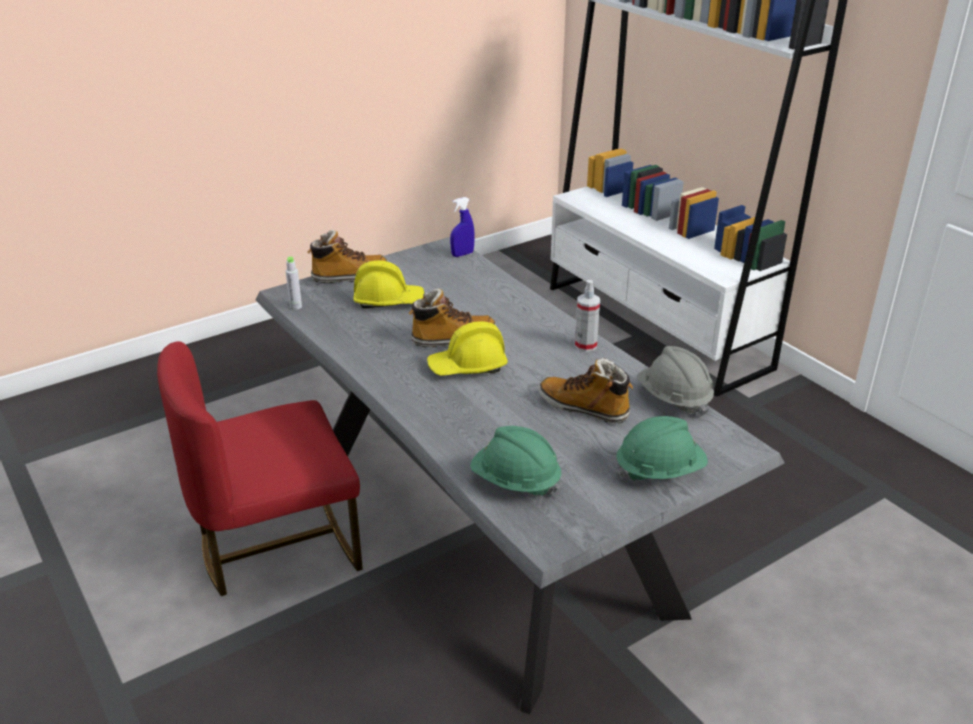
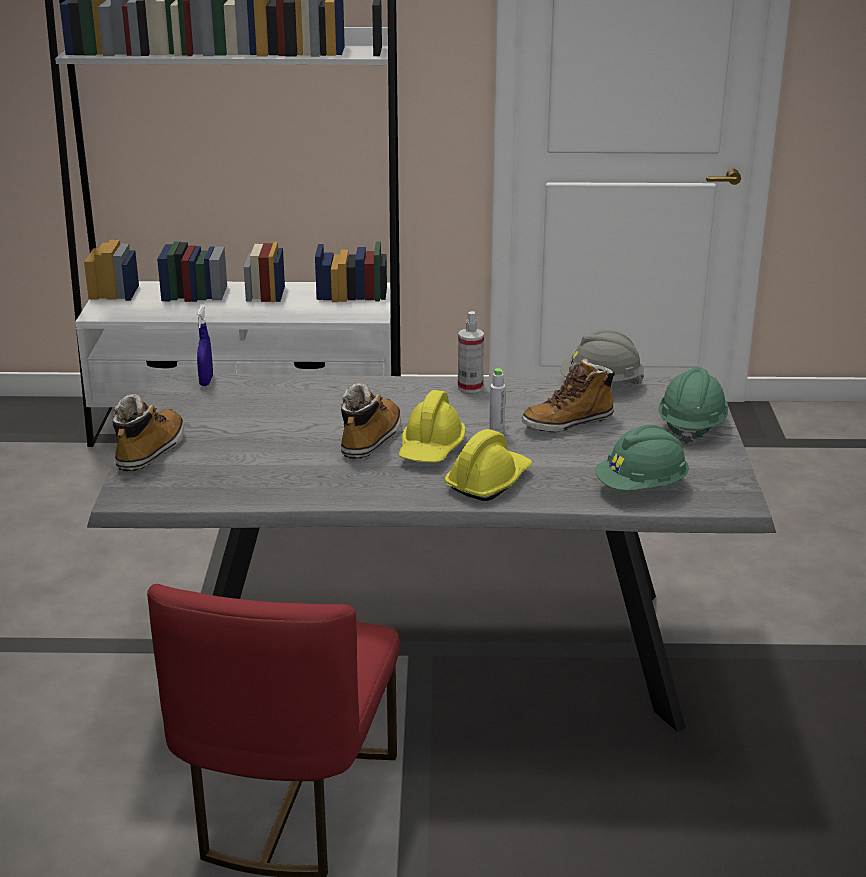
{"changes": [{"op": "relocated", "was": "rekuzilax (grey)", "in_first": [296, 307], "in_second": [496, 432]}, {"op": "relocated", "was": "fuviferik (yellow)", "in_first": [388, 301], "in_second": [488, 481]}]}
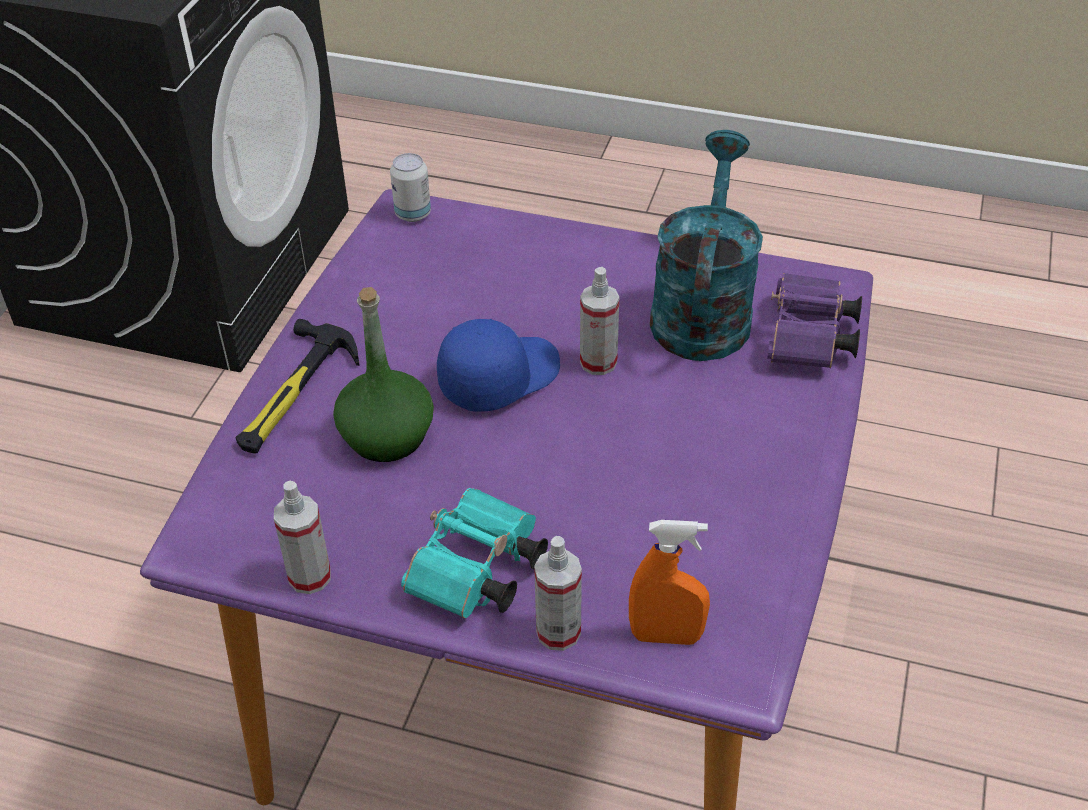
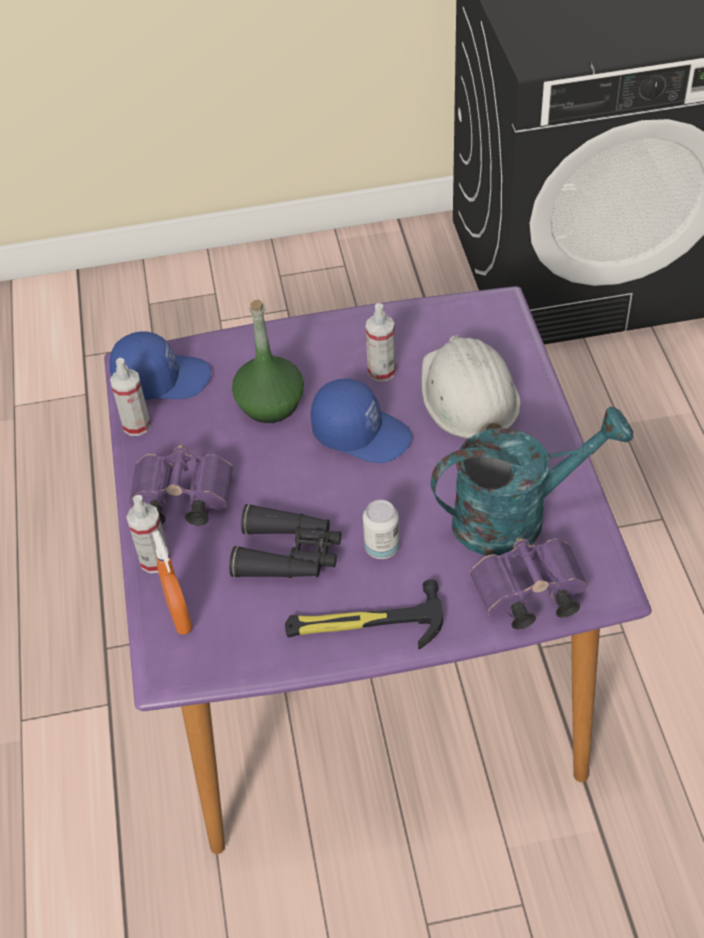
{"changes": [{"op": "relocated", "was": "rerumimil", "in_first": [413, 214], "in_second": [382, 548]}, {"op": "relocated", "was": "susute", "in_first": [598, 362], "in_second": [381, 371]}, {"op": "relocated", "was": "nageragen", "in_first": [294, 393], "in_second": [364, 624]}, {"op": "colour", "was": "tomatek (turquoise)", "now": "tomatek (purple)", "in_first": [476, 574], "in_second": [180, 500]}, {"op": "appeared", "now": "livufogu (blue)", "in_second": [162, 378]}, {"op": "appeared", "now": "fuviferik (white)", "in_second": [467, 395]}, {"op": "appeared", "now": "tomatek (black)", "in_second": [289, 554]}]}
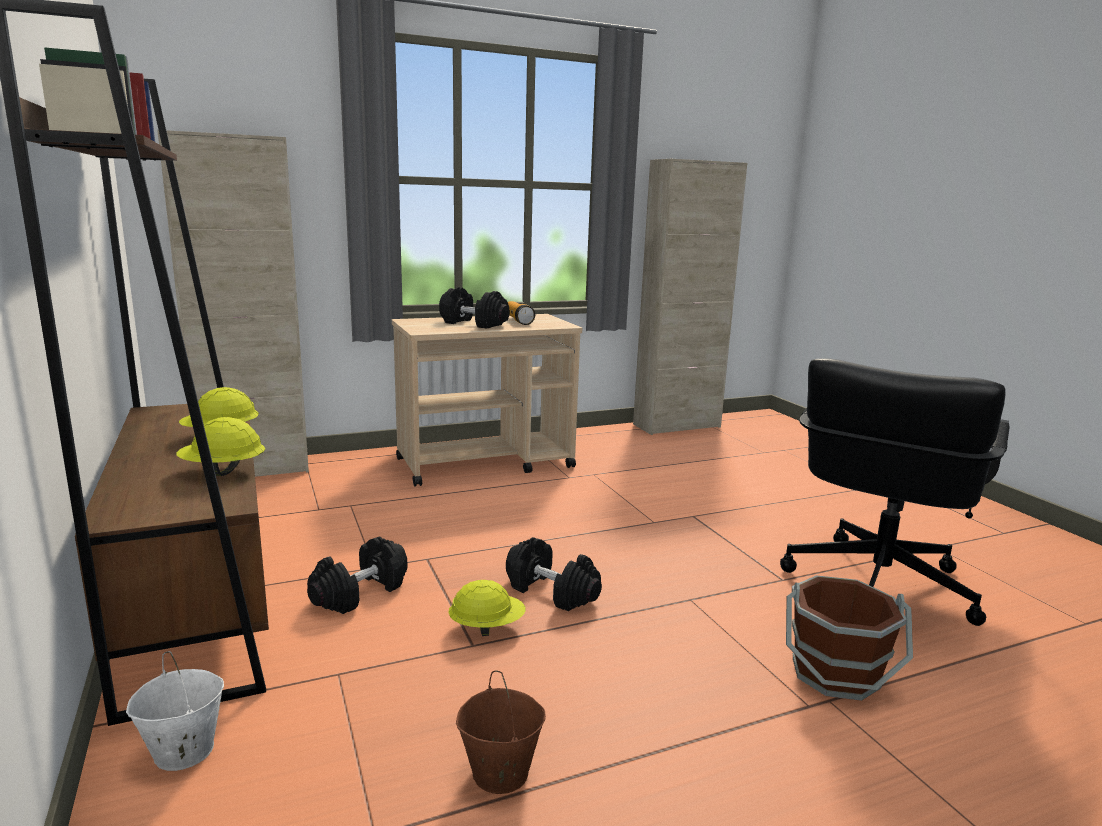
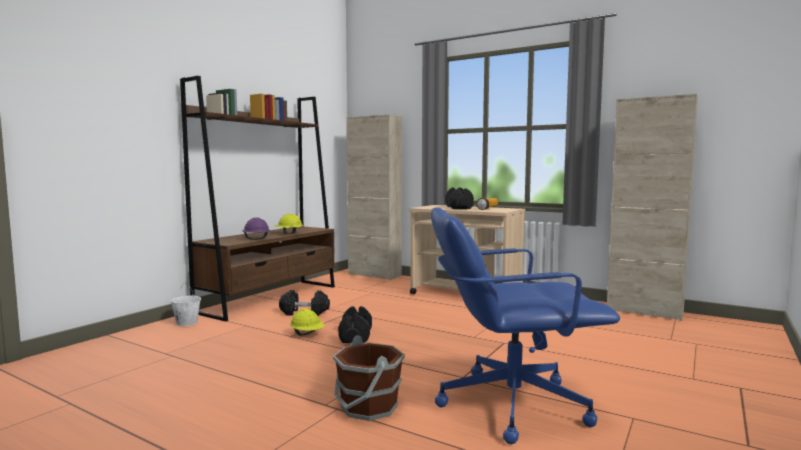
{"changes": [{"op": "colour", "was": "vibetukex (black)", "now": "vibetukex (blue)", "in_first": [876, 585], "in_second": [510, 404]}, {"op": "colour", "was": "fuviferik (yellow)", "now": "fuviferik (purple)", "in_first": [223, 471], "in_second": [255, 239]}, {"op": "missing", "was": "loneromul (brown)", "in_first": [499, 773]}]}
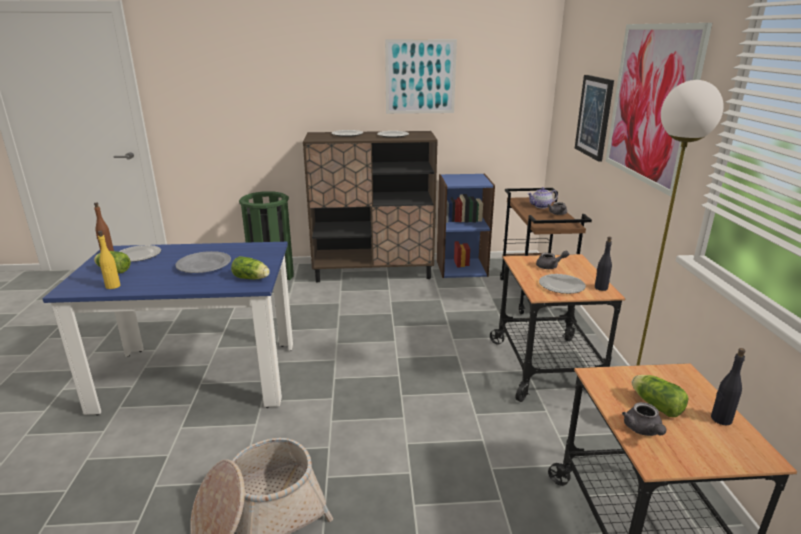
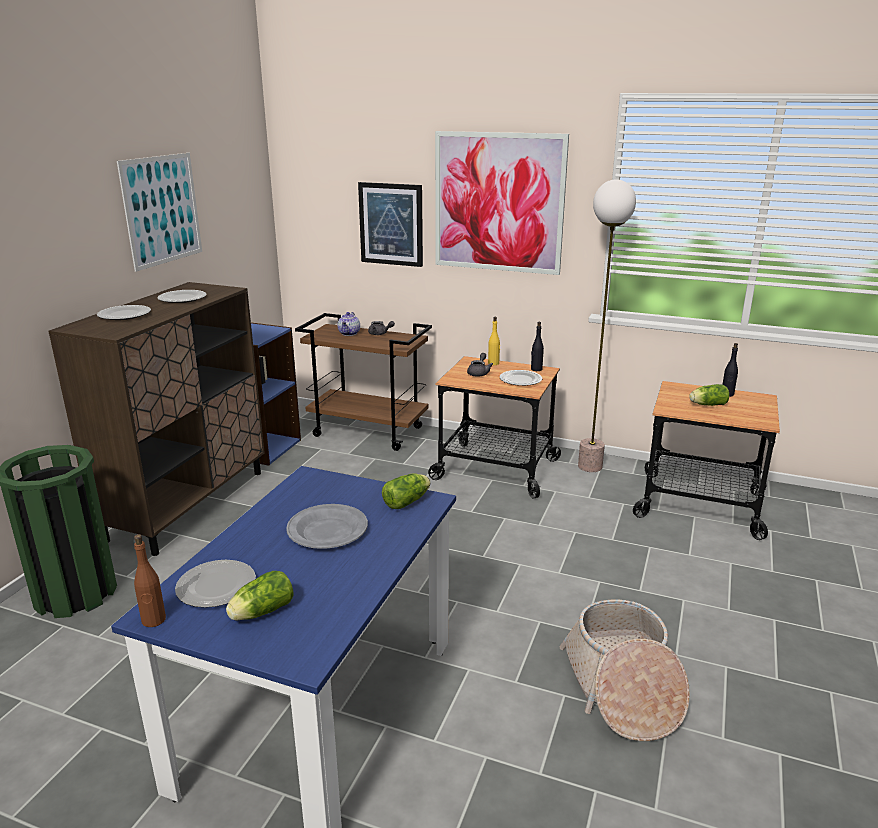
{"changes": [{"op": "relocated", "was": "rekuzilax (yellow)", "in_first": [113, 286], "in_second": [493, 363]}, {"op": "missing", "was": "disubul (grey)", "in_first": [643, 430]}]}
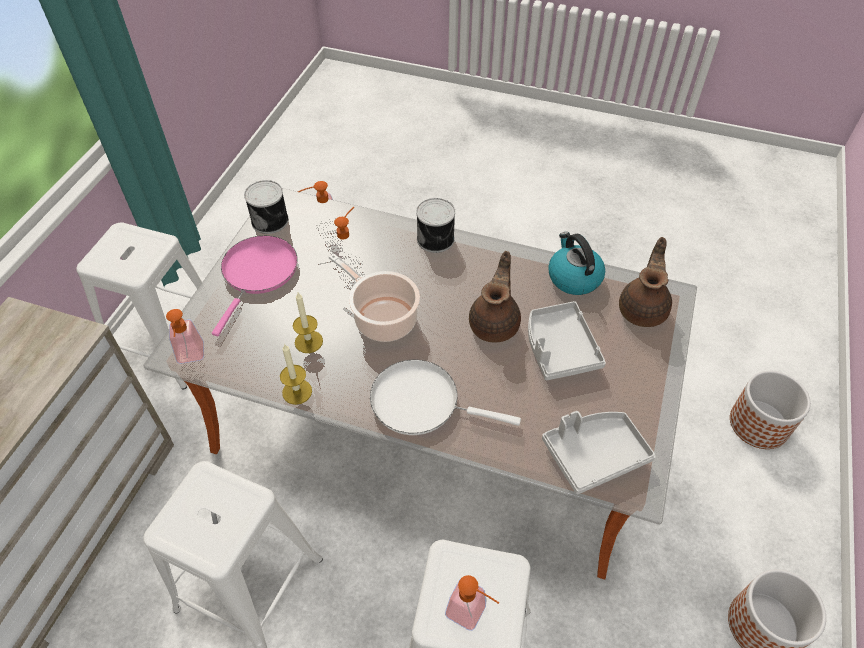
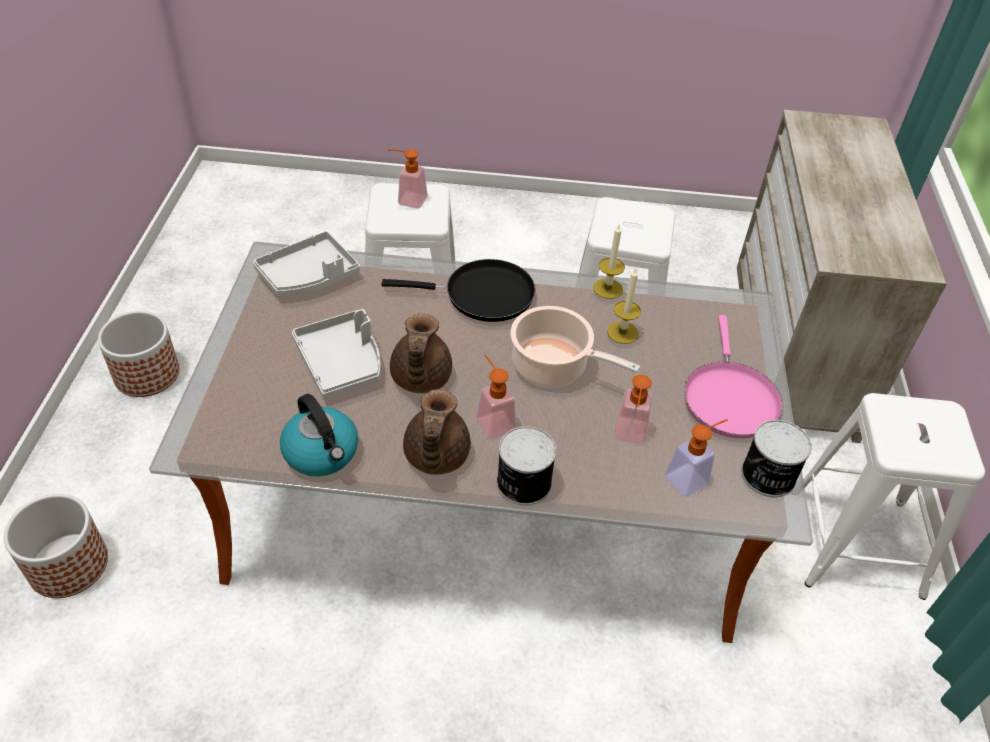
{"changes": [{"op": "relocated", "was": "disubul (brown)", "in_first": [643, 309], "in_second": [435, 457]}, {"op": "relocated", "was": "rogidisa", "in_first": [190, 357], "in_second": [492, 420]}, {"op": "colour", "was": "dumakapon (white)", "now": "dumakapon (black)", "in_first": [421, 402], "in_second": [482, 295]}]}
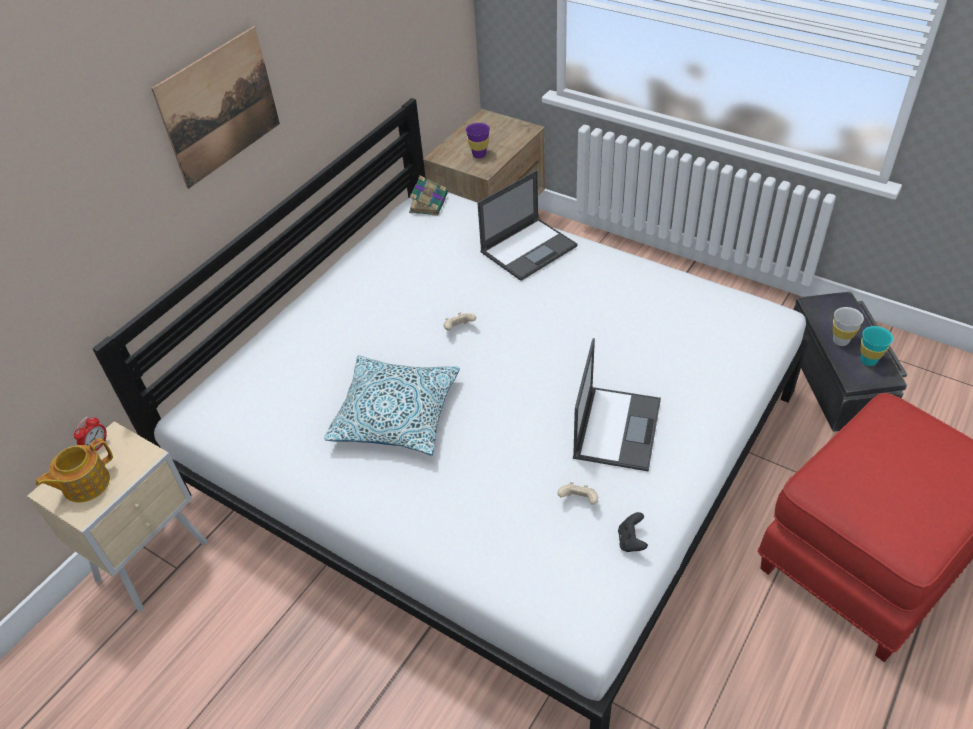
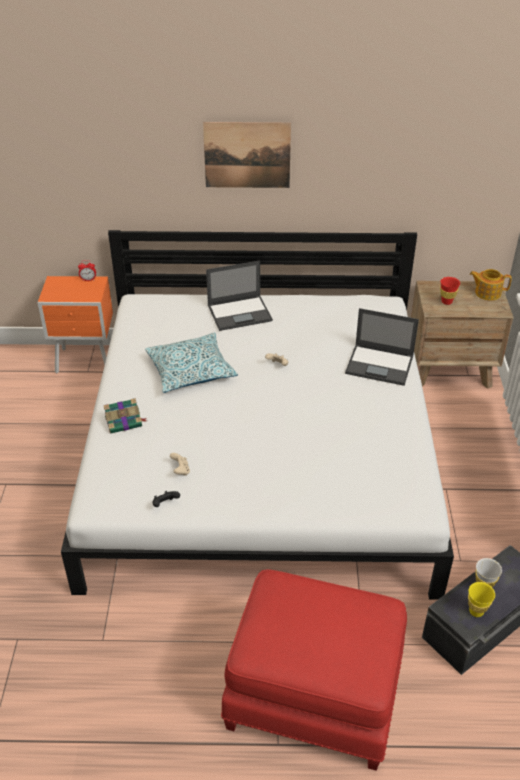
{"changes": [{"op": "colour", "was": "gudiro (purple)", "now": "gudiro (red)", "in_first": [479, 155], "in_second": [446, 302]}, {"op": "relocated", "was": "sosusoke", "in_first": [429, 203], "in_second": [124, 421]}, {"op": "colour", "was": "gudiro (turquoise)", "now": "gudiro (yellow)", "in_first": [868, 360], "in_second": [476, 611]}, {"op": "relocated", "was": "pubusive", "in_first": [617, 427], "in_second": [240, 313]}, {"op": "colour", "was": "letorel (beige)", "now": "letorel (orange)", "in_first": [155, 560], "in_second": [87, 362]}, {"op": "relocated", "was": "disubul", "in_first": [85, 484], "in_second": [487, 293]}]}
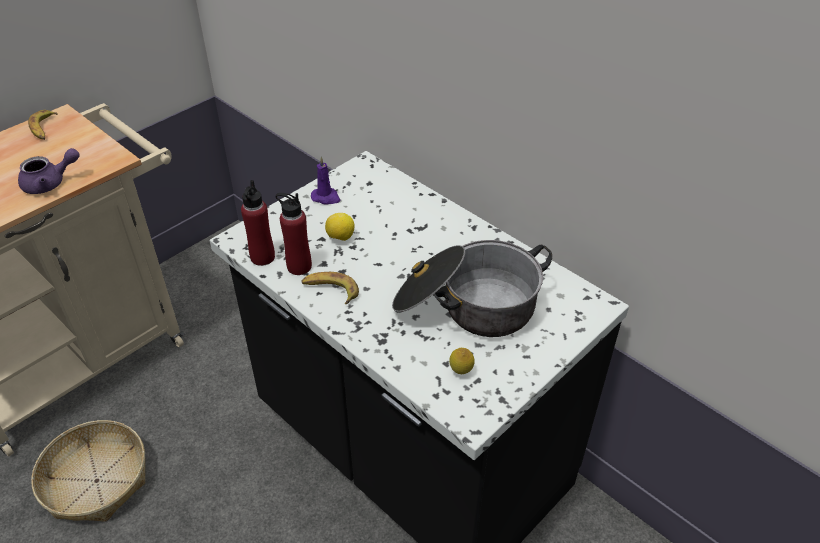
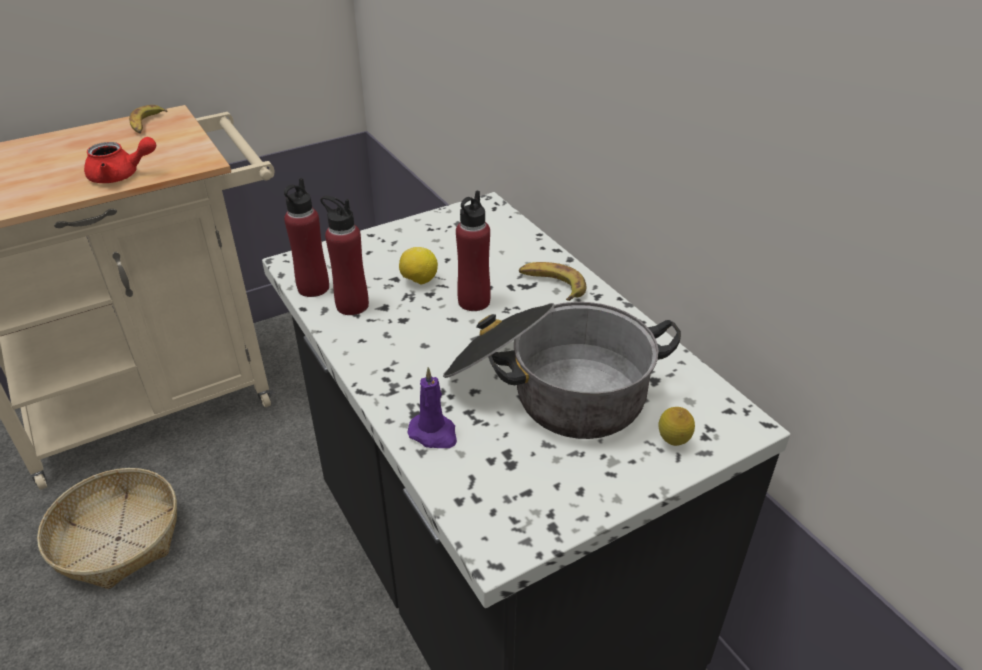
{"changes": [{"op": "colour", "was": "disubul (purple)", "now": "disubul (red)", "in_first": [50, 183], "in_second": [121, 176]}, {"op": "relocated", "was": "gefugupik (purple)", "in_first": [326, 197], "in_second": [434, 433]}, {"op": "relocated", "was": "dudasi", "in_first": [330, 290], "in_second": [551, 285]}, {"op": "relocated", "was": "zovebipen", "in_first": [461, 372], "in_second": [672, 443]}, {"op": "appeared", "now": "rekuzilax (red)", "in_second": [473, 301]}]}
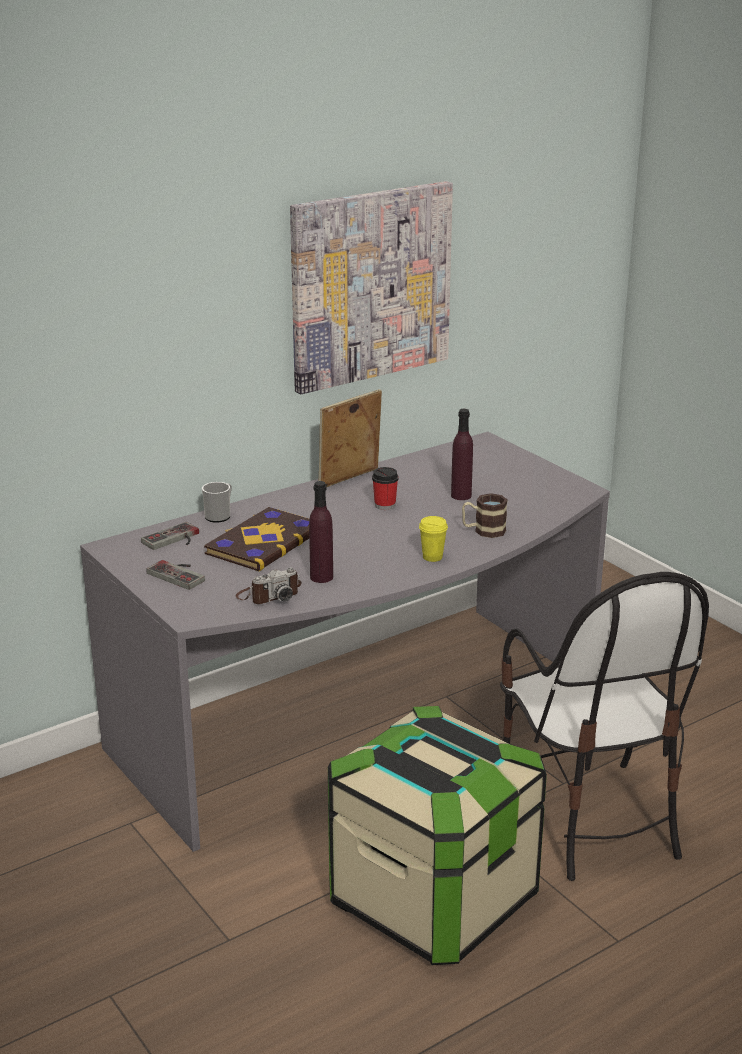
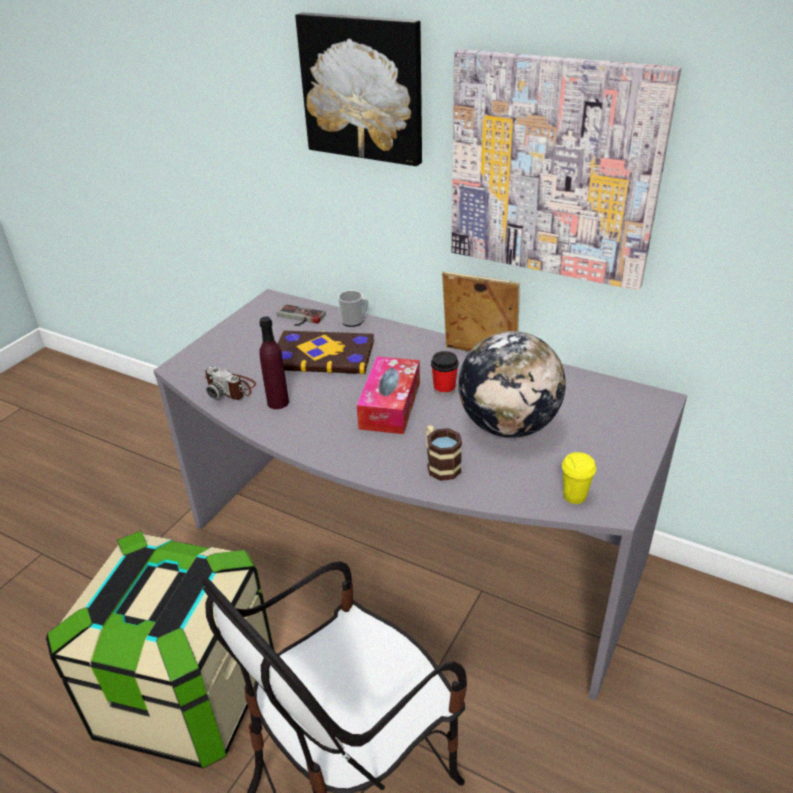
{"changes": [{"op": "exchanged", "was": "rekuzilax (purple)", "now": "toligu", "in_first": [461, 495], "in_second": [508, 425]}, {"op": "relocated", "was": "gudiro (yellow)", "in_first": [432, 557], "in_second": [574, 496]}, {"op": "missing", "was": "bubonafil", "in_first": [180, 574]}, {"op": "appeared", "now": "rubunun", "in_second": [363, 88]}, {"op": "appeared", "now": "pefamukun", "in_second": [390, 405]}]}
